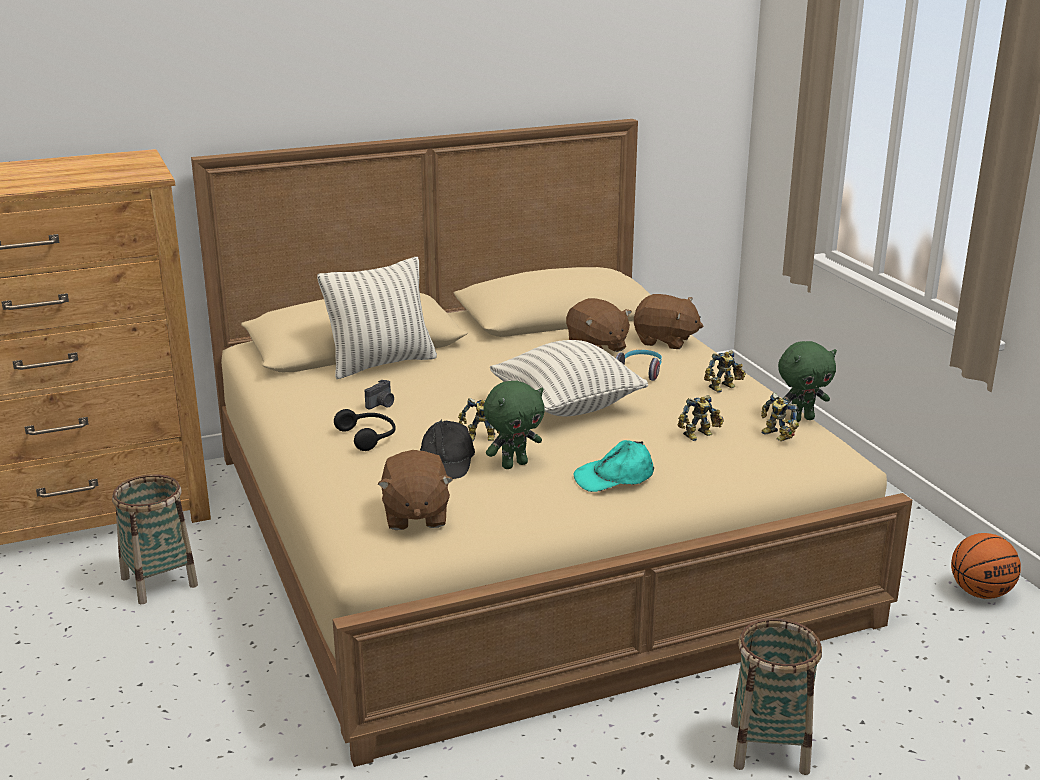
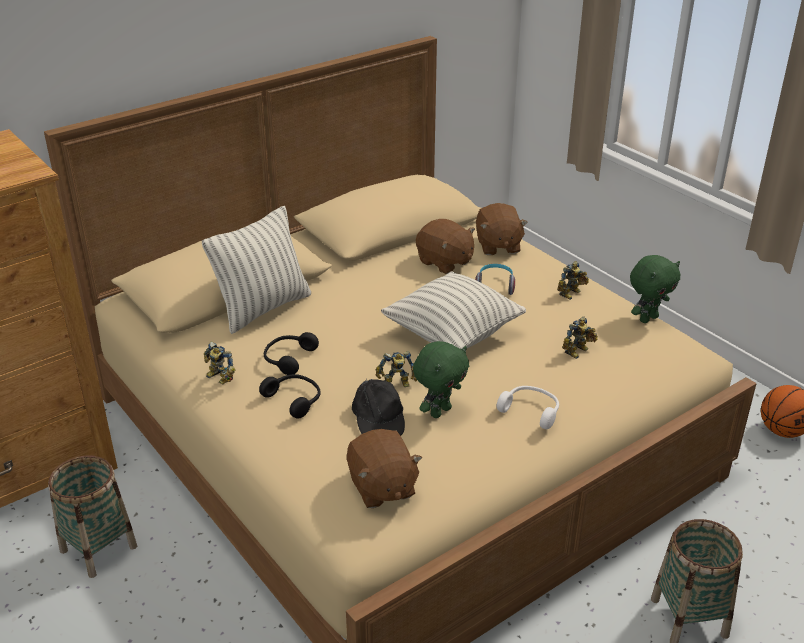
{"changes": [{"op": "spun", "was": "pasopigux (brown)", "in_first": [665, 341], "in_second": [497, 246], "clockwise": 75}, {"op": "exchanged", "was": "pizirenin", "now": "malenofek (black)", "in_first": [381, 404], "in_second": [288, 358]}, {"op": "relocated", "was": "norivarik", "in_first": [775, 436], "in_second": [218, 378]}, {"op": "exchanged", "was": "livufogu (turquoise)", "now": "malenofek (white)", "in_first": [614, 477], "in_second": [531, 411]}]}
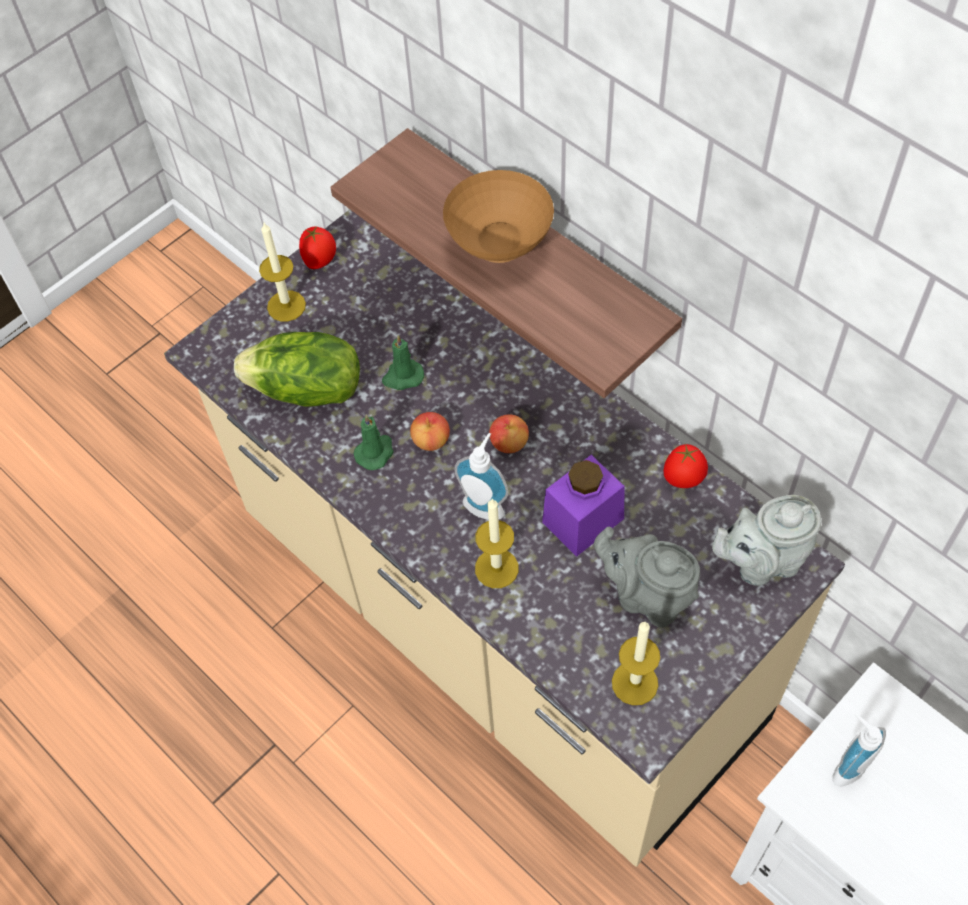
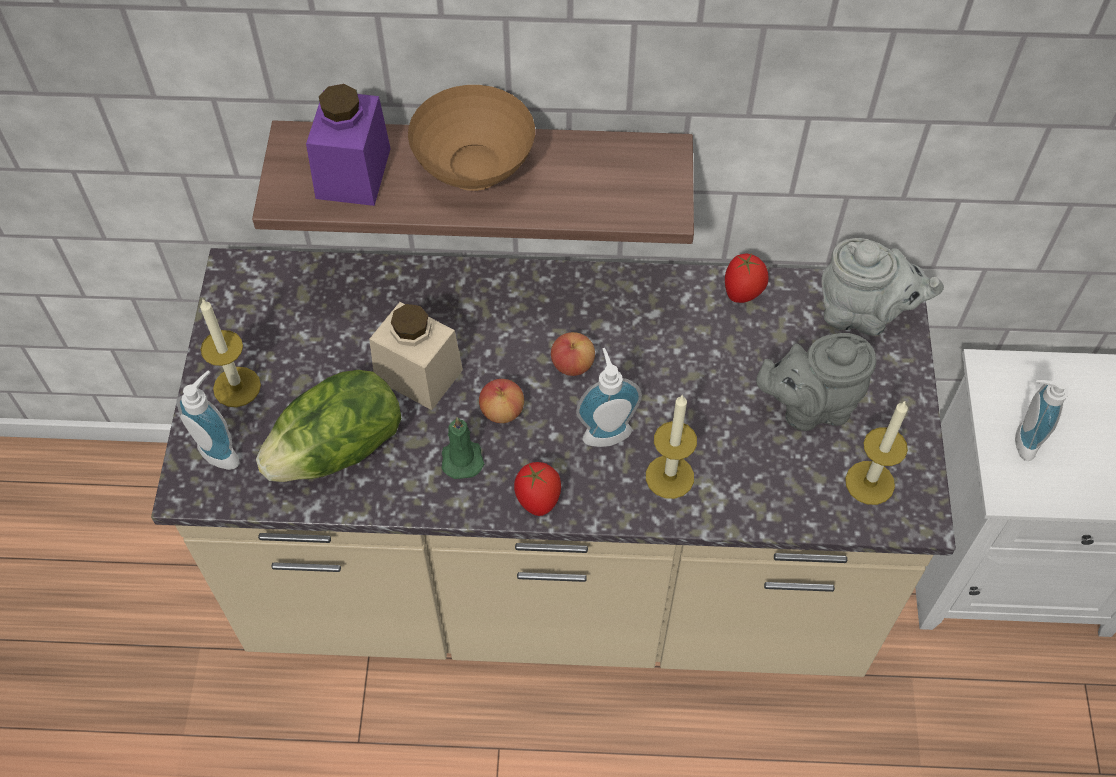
{"changes": [{"op": "relocated", "was": "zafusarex", "in_first": [320, 262], "in_second": [538, 500]}, {"op": "exchanged", "was": "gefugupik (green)", "now": "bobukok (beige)", "in_first": [402, 377], "in_second": [418, 374]}, {"op": "relocated", "was": "bobukok (purple)", "in_first": [583, 520], "in_second": [353, 173]}, {"op": "spun", "was": "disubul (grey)", "in_first": [761, 561], "in_second": [864, 315], "clockwise": -105}, {"op": "appeared", "now": "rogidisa", "in_second": [222, 450]}]}
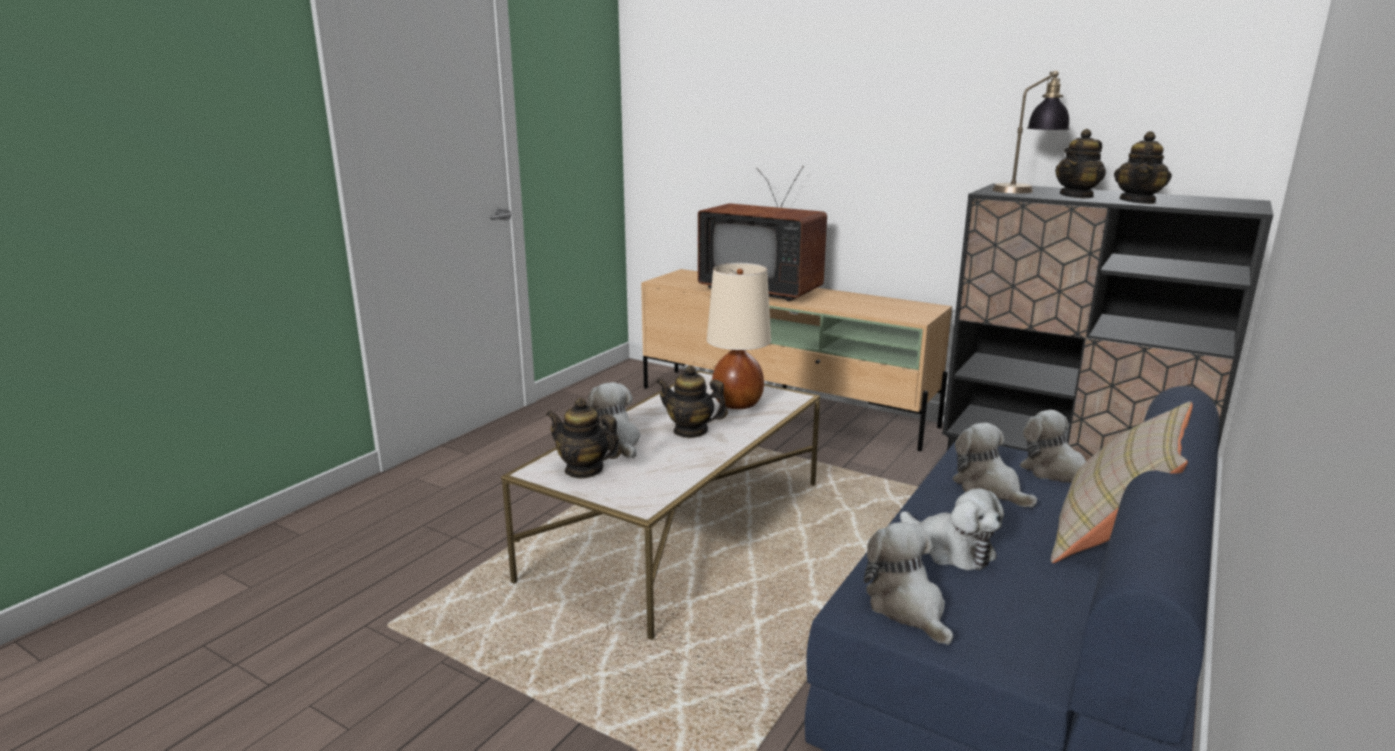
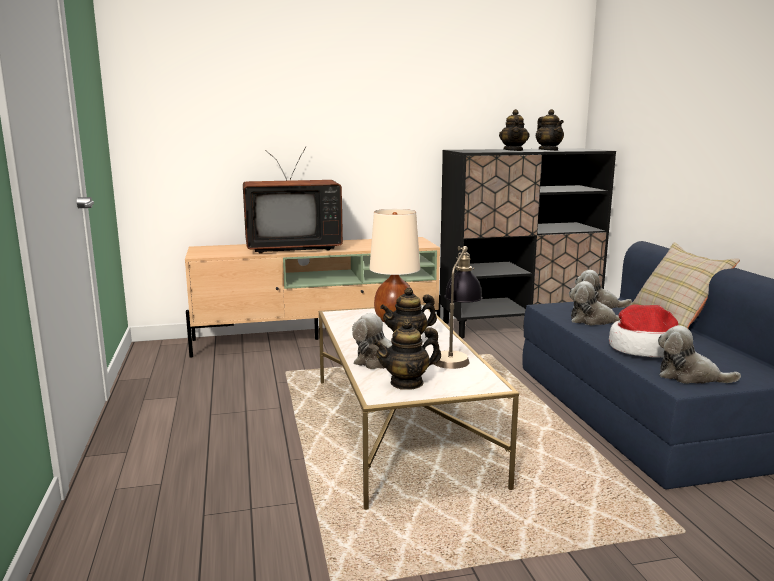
{"changes": [{"op": "relocated", "was": "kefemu", "in_first": [1026, 190], "in_second": [456, 356]}, {"op": "exchanged", "was": "pasopigux", "now": "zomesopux", "in_first": [951, 549], "in_second": [644, 349]}]}
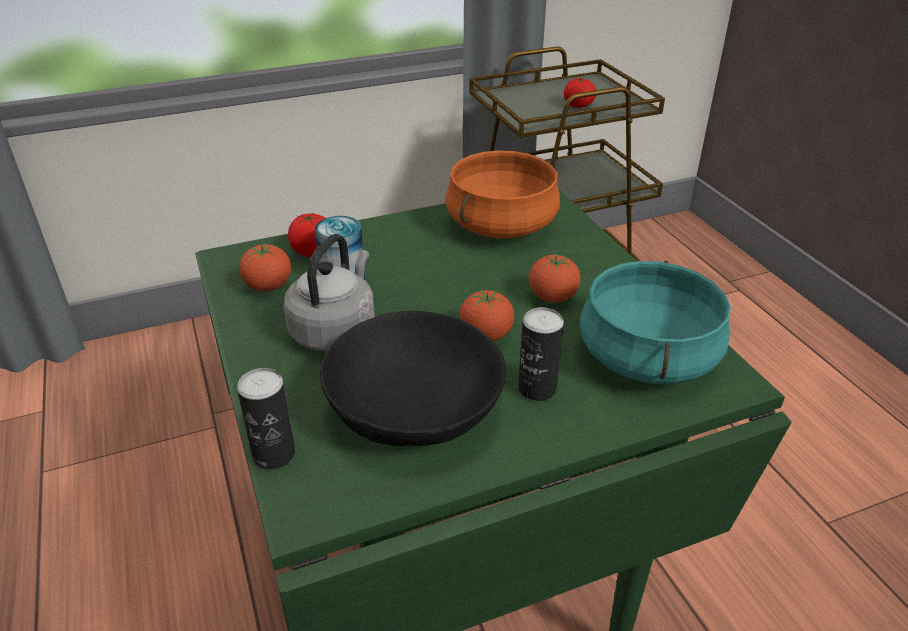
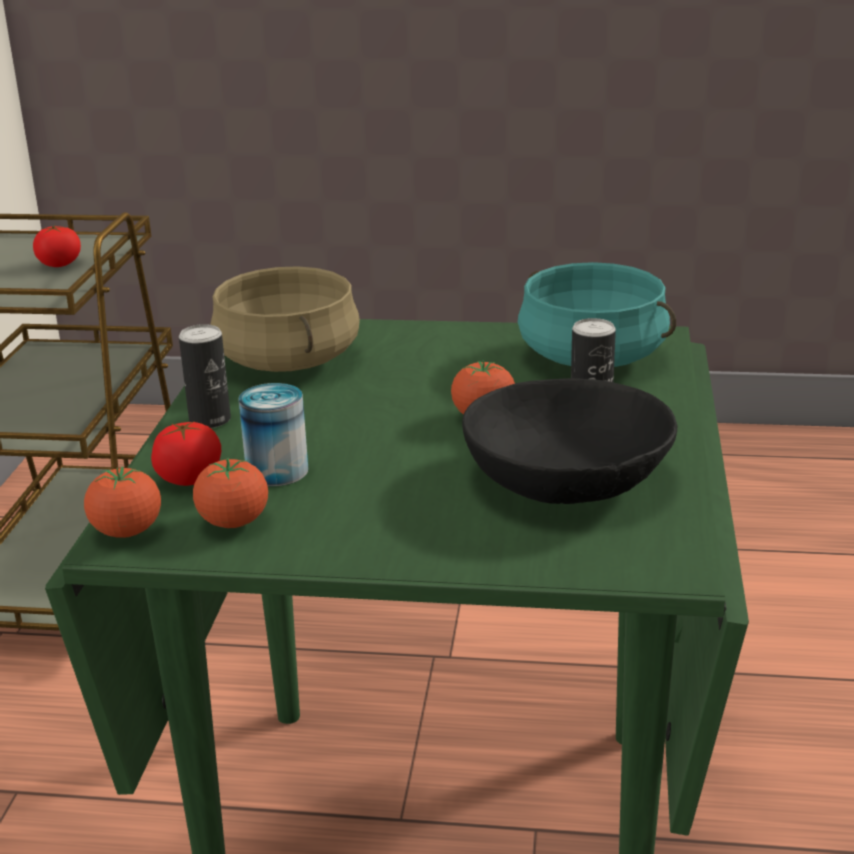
{"changes": [{"op": "colour", "was": "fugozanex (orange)", "now": "fugozanex (beige)", "in_first": [500, 225], "in_second": [286, 361]}, {"op": "missing", "was": "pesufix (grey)", "in_first": [335, 330]}, {"op": "relocated", "was": "zafusarex", "in_first": [552, 297], "in_second": [127, 532]}, {"op": "relocated", "was": "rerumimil", "in_first": [274, 454], "in_second": [210, 420]}]}
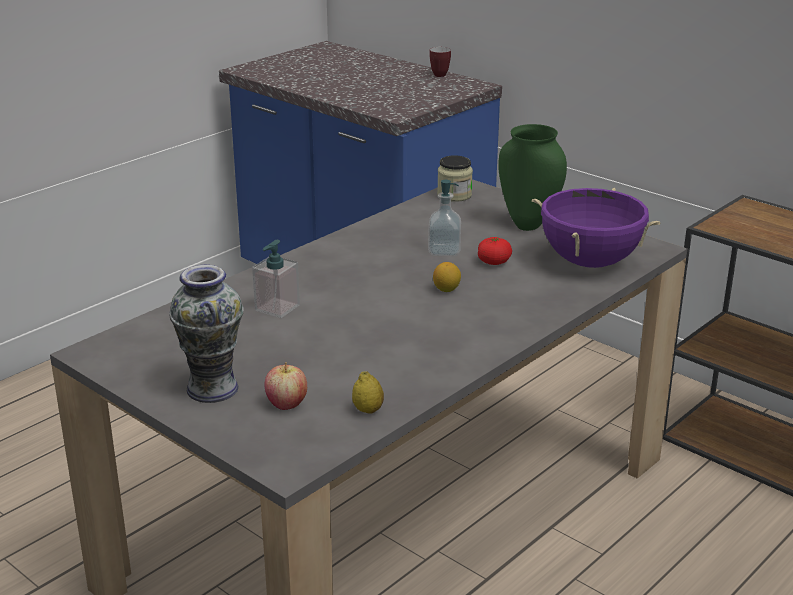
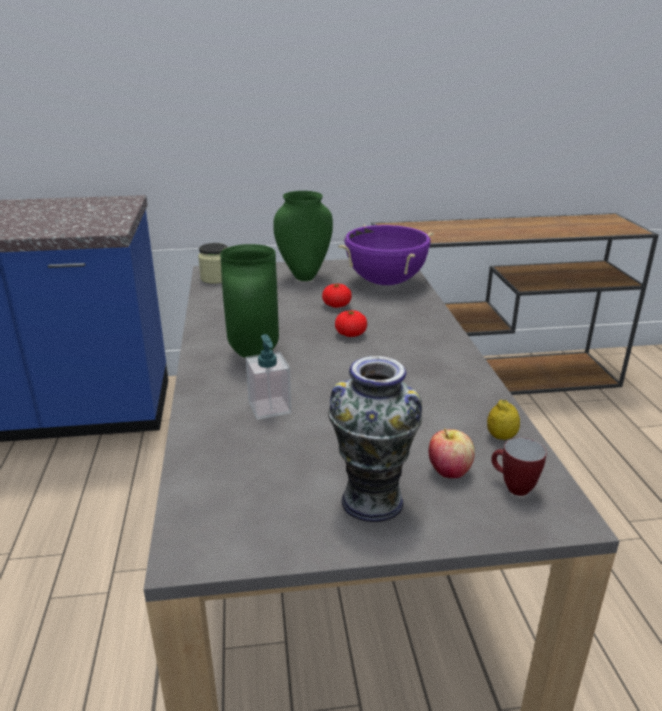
{"changes": [{"op": "relocated", "was": "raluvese", "in_first": [439, 74], "in_second": [512, 487]}, {"op": "missing", "was": "rogidisa", "in_first": [444, 251]}, {"op": "exchanged", "was": "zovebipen", "now": "zafusarex", "in_first": [446, 289], "in_second": [350, 334]}, {"op": "appeared", "now": "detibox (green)", "in_second": [255, 353]}]}
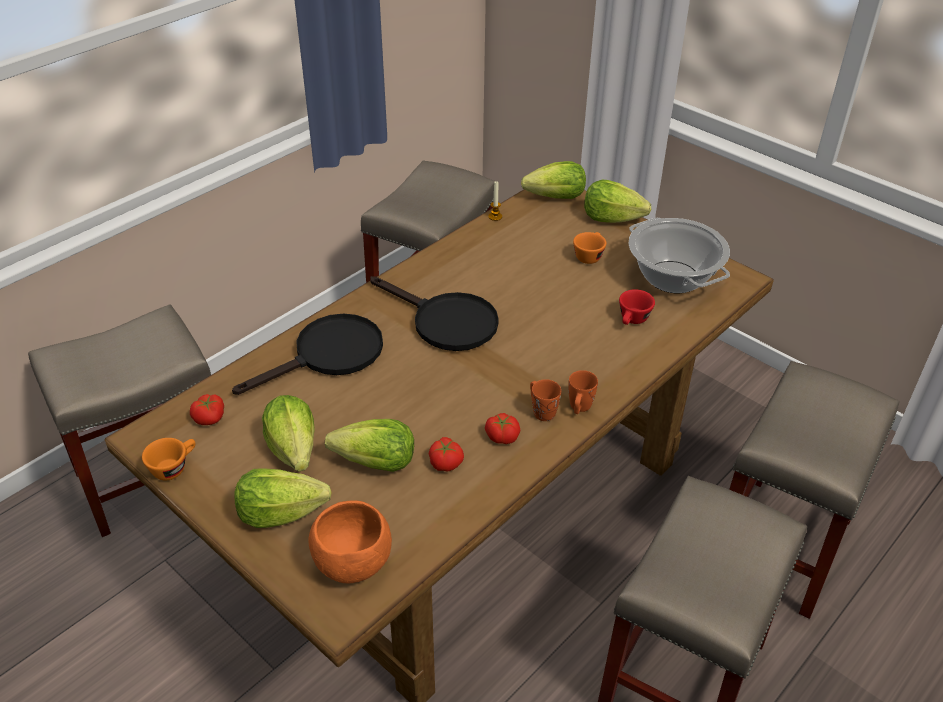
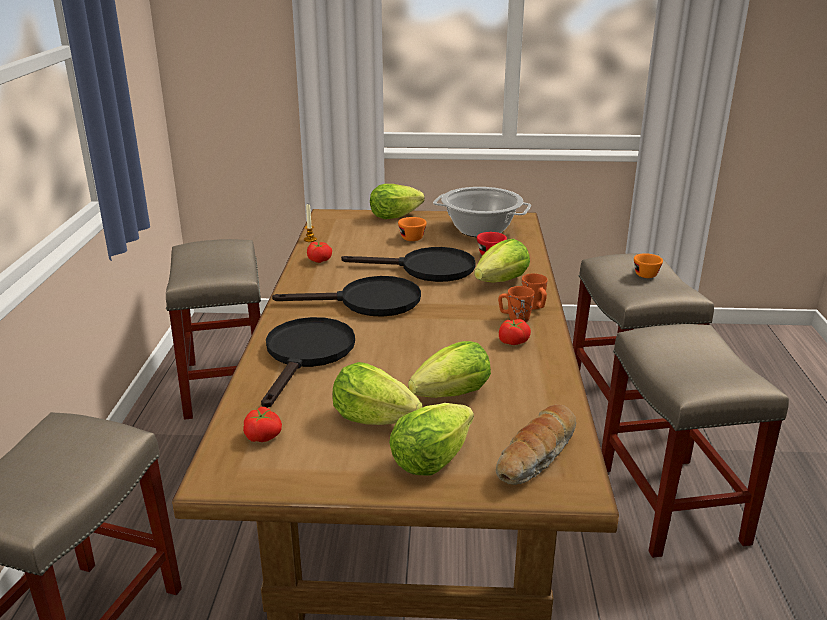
{"changes": [{"op": "relocated", "was": "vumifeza", "in_first": [556, 197], "in_second": [502, 281]}, {"op": "relocated", "was": "zafusarex", "in_first": [446, 462], "in_second": [319, 260]}, {"op": "relocated", "was": "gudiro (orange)", "in_first": [174, 467], "in_second": [644, 273]}, {"op": "exchanged", "was": "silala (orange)", "now": "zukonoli", "in_first": [353, 564], "in_second": [537, 457]}, {"op": "appeared", "now": "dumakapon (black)", "in_second": [427, 269]}]}
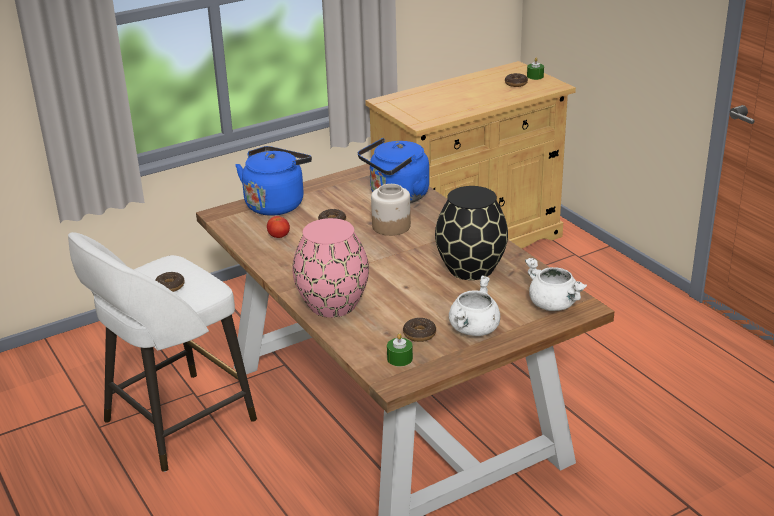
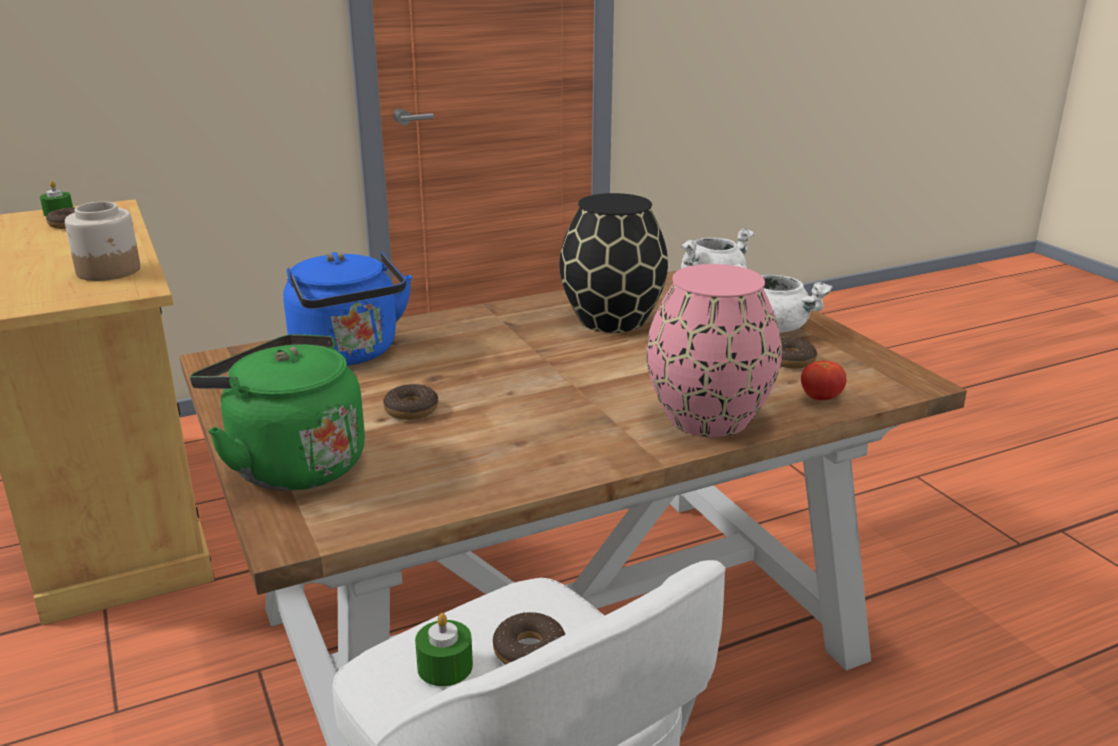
{"changes": [{"op": "colour", "was": "pesufix (blue)", "now": "pesufix (green)", "in_first": [276, 204], "in_second": [291, 464]}, {"op": "relocated", "was": "bobukok", "in_first": [391, 227], "in_second": [109, 271]}, {"op": "relocated", "was": "zafusarex", "in_first": [279, 236], "in_second": [821, 398]}, {"op": "relocated", "was": "gefugupik (green)", "in_first": [399, 358], "in_second": [445, 666]}]}
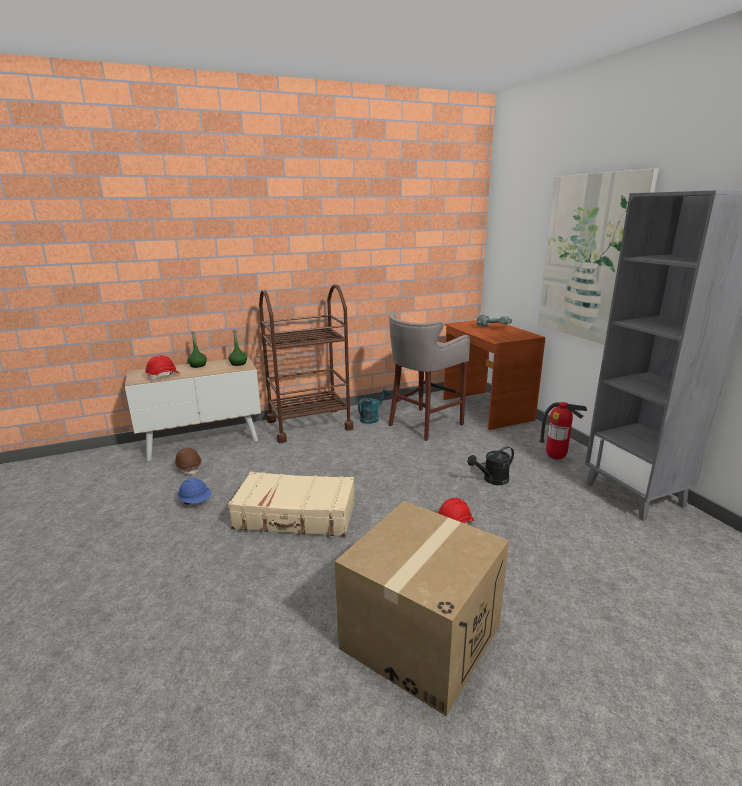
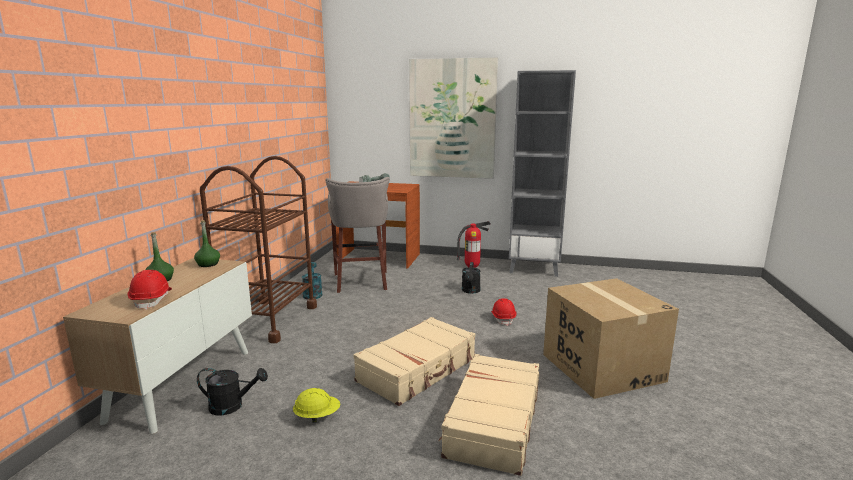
{"changes": [{"op": "exchanged", "was": "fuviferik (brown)", "now": "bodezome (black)", "in_first": [189, 468], "in_second": [232, 406]}, {"op": "colour", "was": "fuviferik (blue)", "now": "fuviferik (yellow)", "in_first": [196, 502], "in_second": [317, 416]}, {"op": "appeared", "now": "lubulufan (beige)", "in_second": [492, 422]}]}
